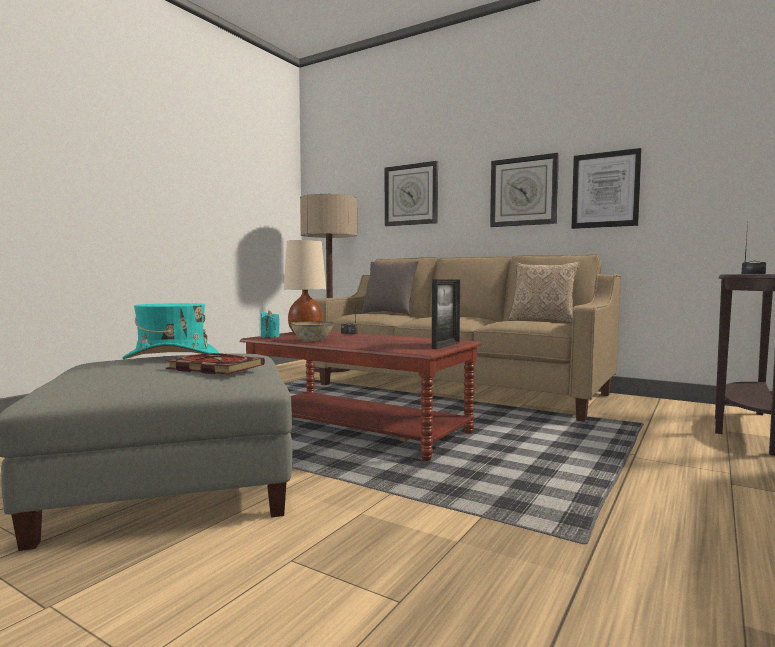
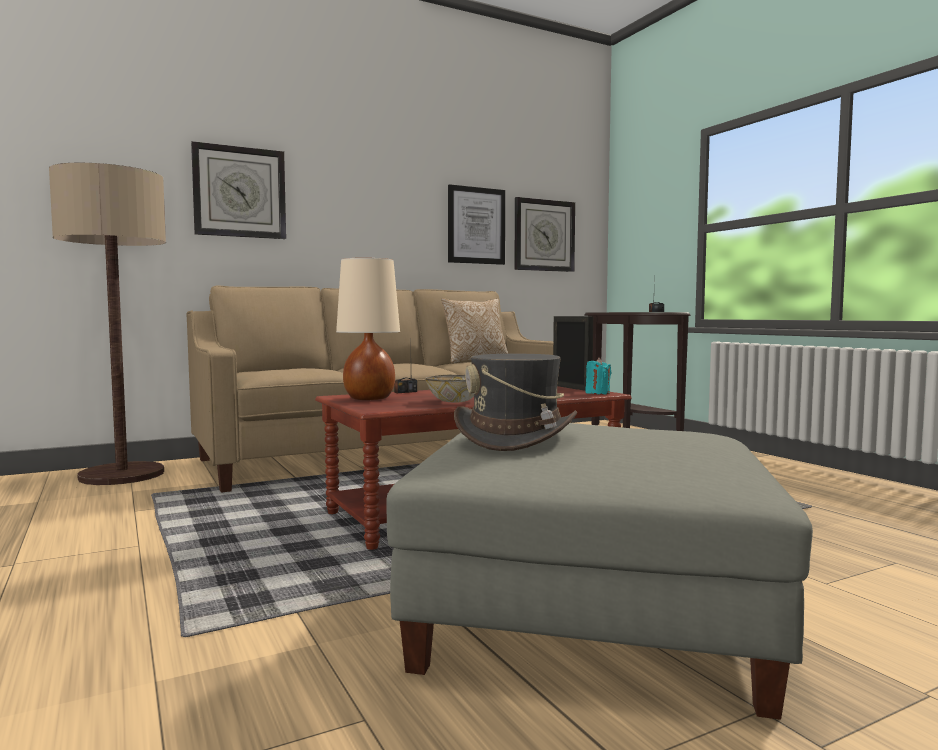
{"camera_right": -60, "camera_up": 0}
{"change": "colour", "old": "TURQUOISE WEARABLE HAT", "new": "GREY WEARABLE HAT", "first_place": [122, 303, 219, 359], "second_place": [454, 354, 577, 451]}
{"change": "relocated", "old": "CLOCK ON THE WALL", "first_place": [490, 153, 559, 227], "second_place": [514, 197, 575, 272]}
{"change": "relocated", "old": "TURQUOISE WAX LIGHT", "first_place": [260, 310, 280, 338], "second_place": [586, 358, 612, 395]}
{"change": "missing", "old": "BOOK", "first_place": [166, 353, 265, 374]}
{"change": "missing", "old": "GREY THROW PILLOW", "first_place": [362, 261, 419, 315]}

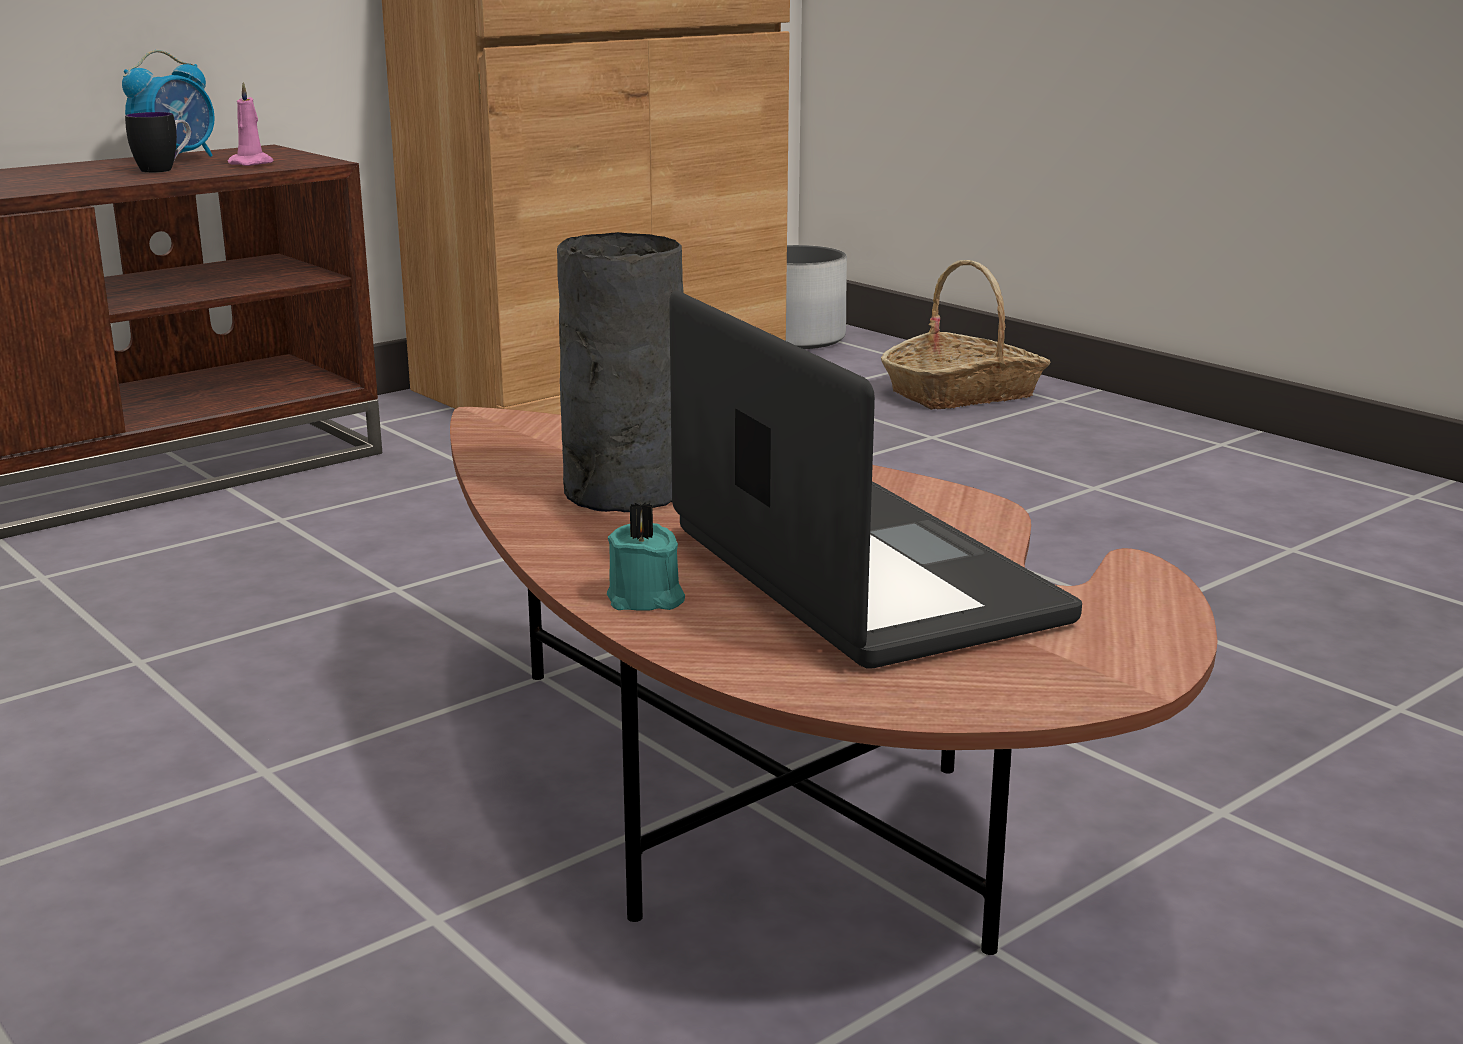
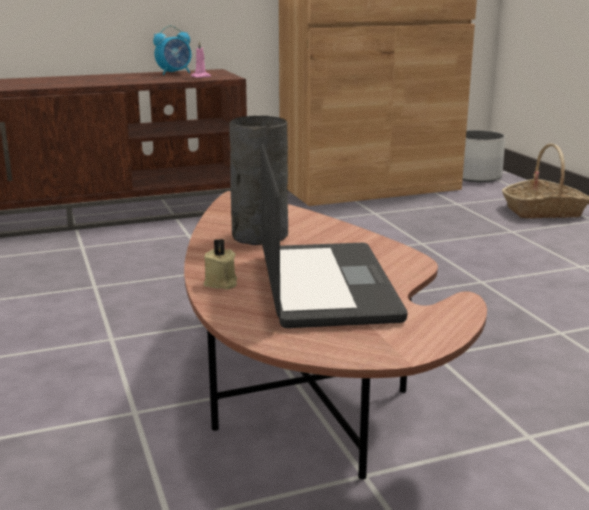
{"camera_right": 20, "camera_up": 0}
{"change": "colour", "old": "TURQUOISE WAX LIGHT", "new": "BEIGE WAX LIGHT", "first_place": [607, 502, 685, 611], "second_place": [204, 239, 237, 289]}
{"change": "missing", "old": "COFFEE MUG", "first_place": [125, 112, 191, 173]}

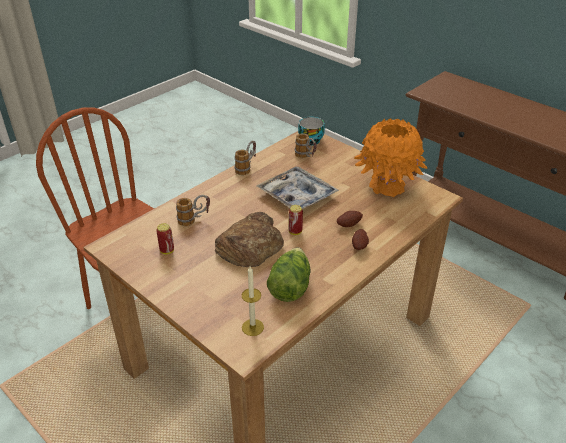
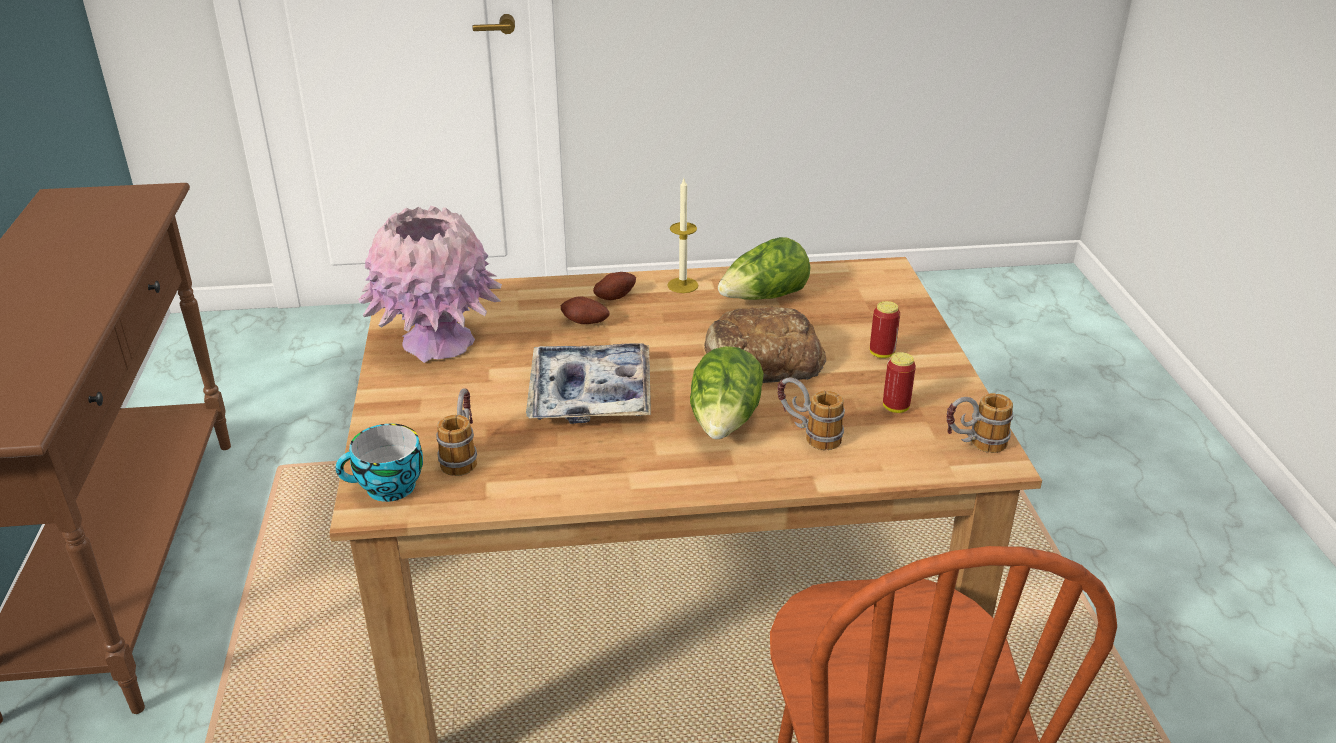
{"camera_right": -140, "camera_up": -5}
{"change": "colour", "old": "ORANGEY VASE", "new": "PINKISH VASE", "first_place": [354, 118, 427, 197], "second_place": [358, 206, 502, 363]}
{"change": "relocated", "old": "WAX LIGHT", "first_place": [242, 266, 264, 336], "second_place": [667, 179, 699, 293]}
{"change": "appeared", "new": "HEAD OF LETTUCE", "second_place": [690, 346, 764, 439]}
{"change": "relocated", "old": "SEALED CAN", "first_place": [289, 205, 303, 235], "second_place": [870, 301, 900, 358]}
{"change": "relocated", "old": "COFFEE MUG", "first_place": [234, 141, 256, 175], "second_place": [946, 393, 1013, 453]}

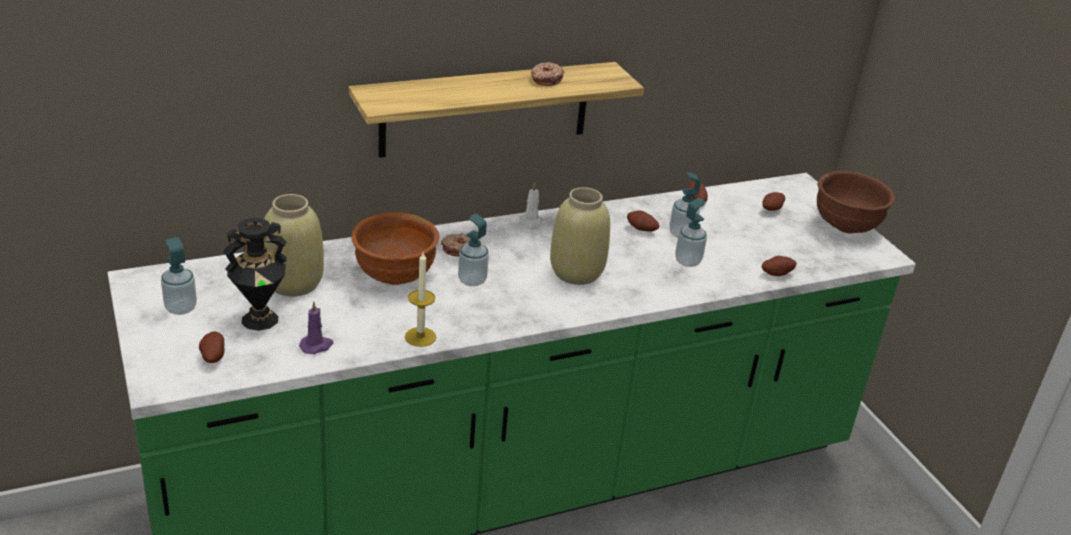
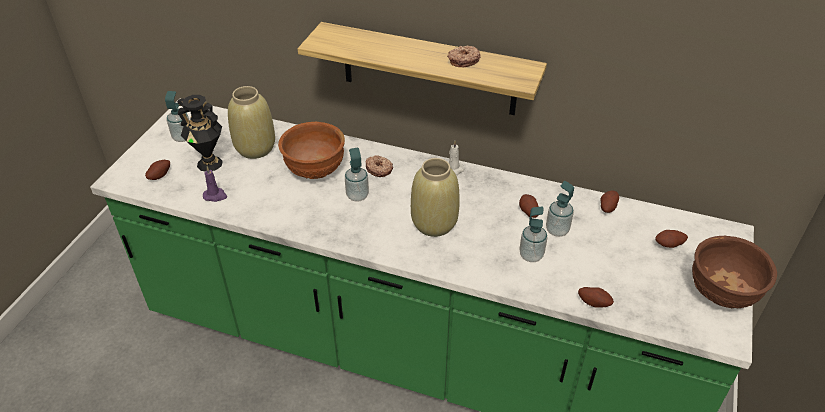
{"camera_right": 45, "camera_up": 10}
{"change": "missing", "old": "WAX LIGHT", "first_place": [405, 252, 436, 347]}

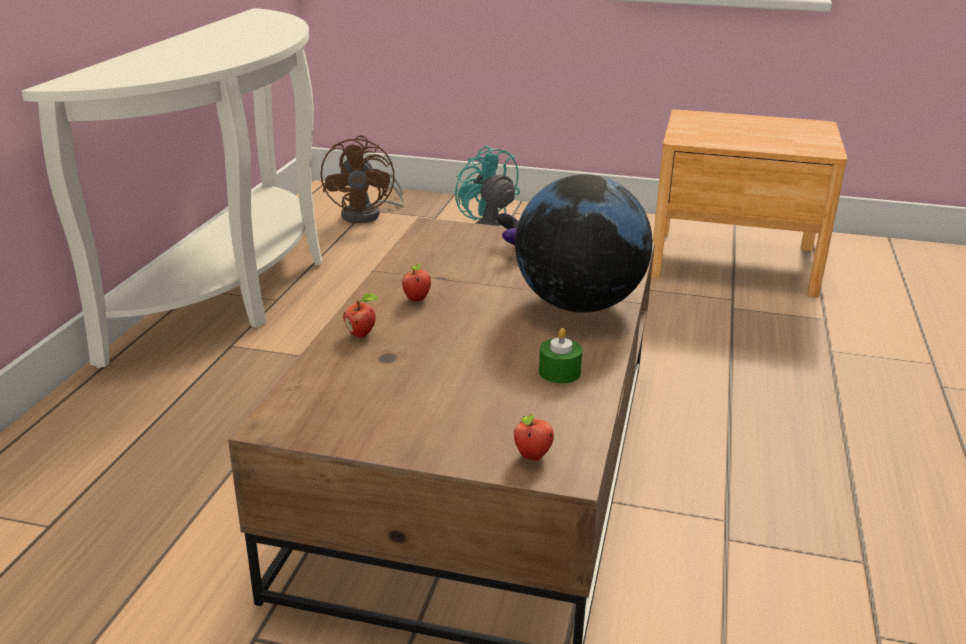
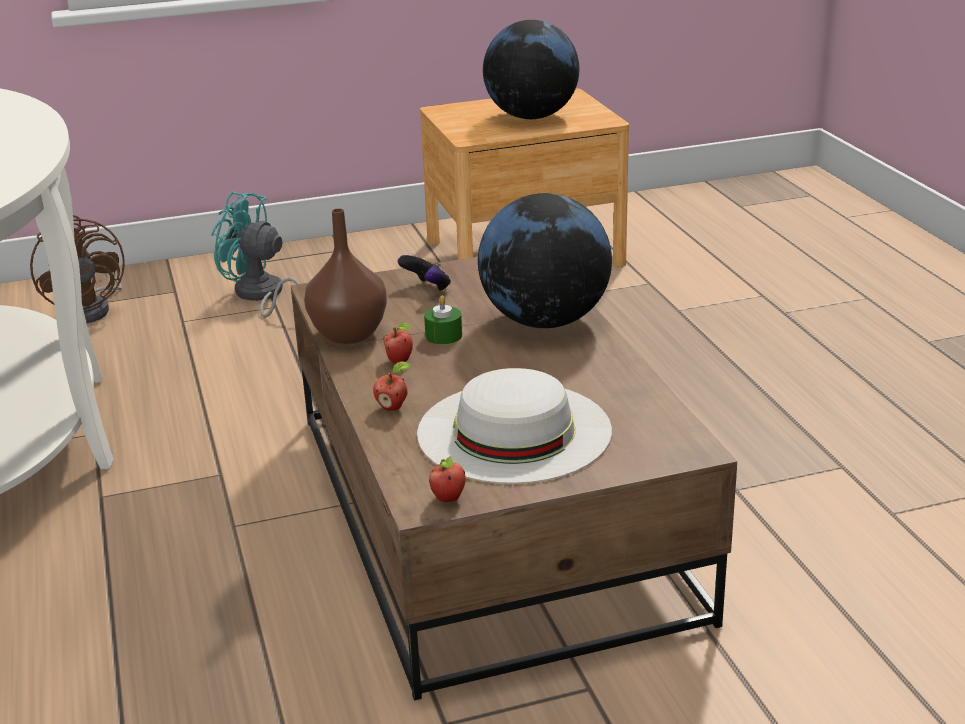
{"camera_right": -30, "camera_up": 0}
{"change": "appeared", "new": "BROWN VASE", "second_place": [304, 208, 387, 344]}
{"change": "appeared", "new": "WHITISH WEARABLE HAT", "second_place": [417, 368, 612, 484]}
{"change": "relocated", "old": "GREENISH WAX LIGHT", "first_place": [539, 328, 582, 384], "second_place": [424, 296, 462, 345]}
{"change": "relocated", "old": "APPLE FRUIT", "first_place": [514, 414, 554, 461], "second_place": [429, 457, 466, 502]}
{"change": "appeared", "new": "WORLD GLOBE", "second_place": [483, 20, 579, 119]}

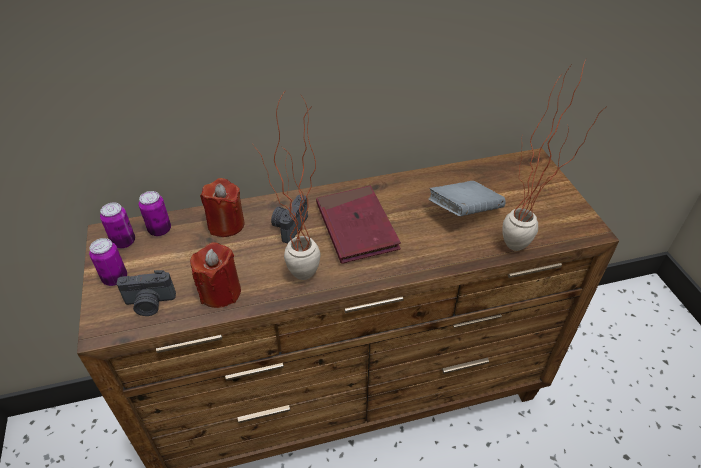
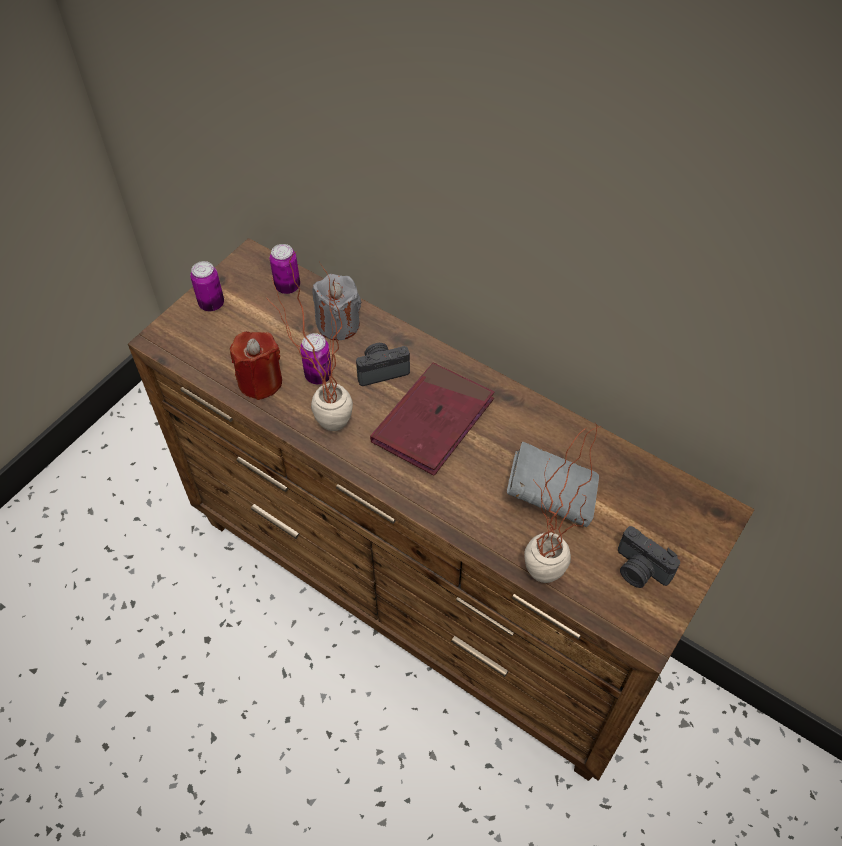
{"camera_right": 50, "camera_up": 10}
{"change": "relocated", "old": "SEALED CAN", "first_place": [100, 202, 135, 248], "second_place": [300, 333, 331, 384]}
{"change": "colour", "old": "RED WAX LIGHT", "new": "GREY WAX LIGHT", "first_place": [200, 178, 245, 237], "second_place": [313, 274, 361, 340]}
{"change": "relocated", "old": "PHOTO CAMERA", "first_place": [117, 270, 176, 316], "second_place": [618, 526, 680, 588]}

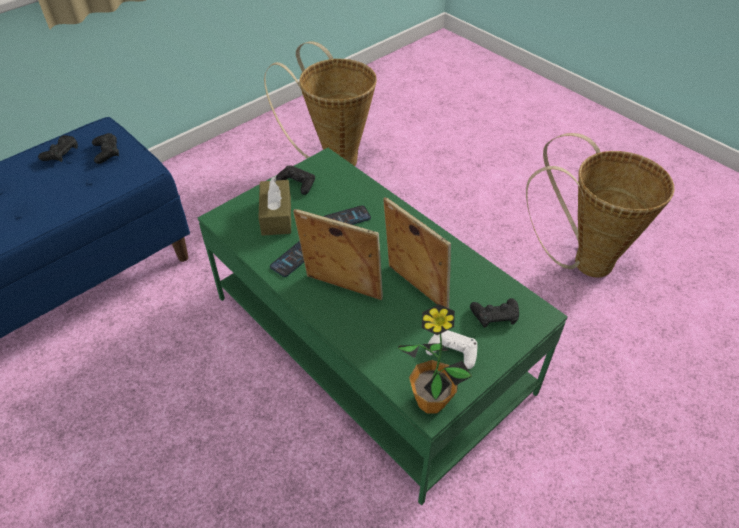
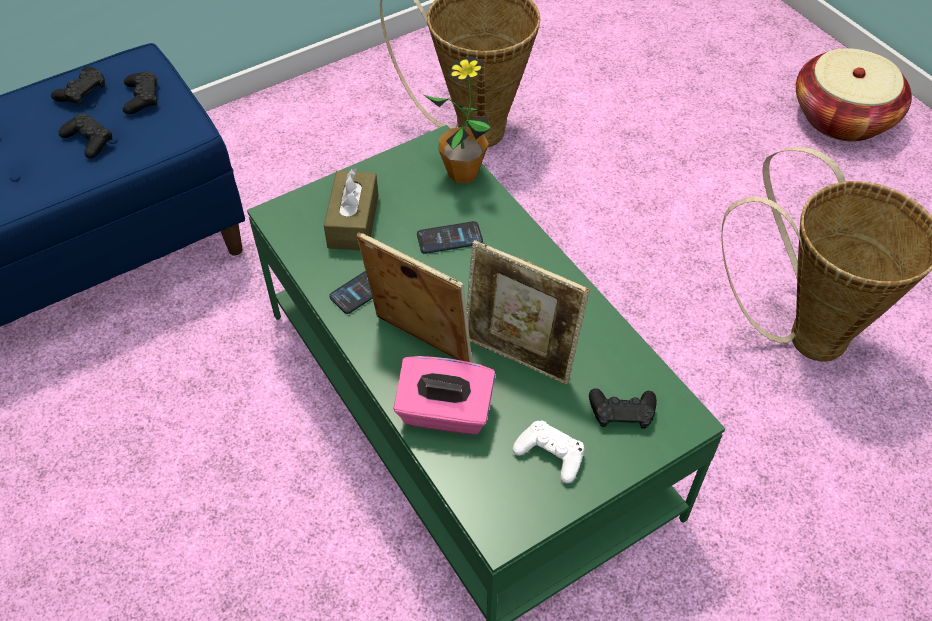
{"camera_right": 10, "camera_up": 5}
{"change": "relocated", "old": "BLACK JOYPAD", "first_place": [276, 165, 315, 195], "second_place": [58, 114, 112, 159]}
{"change": "appeared", "new": "PINKISH TISSUE BOX", "second_place": [393, 356, 495, 435]}
{"change": "relocated", "old": "POTTED PLANT", "first_place": [398, 304, 472, 413], "second_place": [424, 56, 491, 184]}
{"change": "spun", "old": "PICTURE FRAME", "first_place": [383, 197, 451, 308], "second_place": [467, 240, 590, 385], "degrees": 150}
{"change": "appeared", "new": "HOUSEHOLD BASKET", "second_place": [796, 48, 912, 141]}

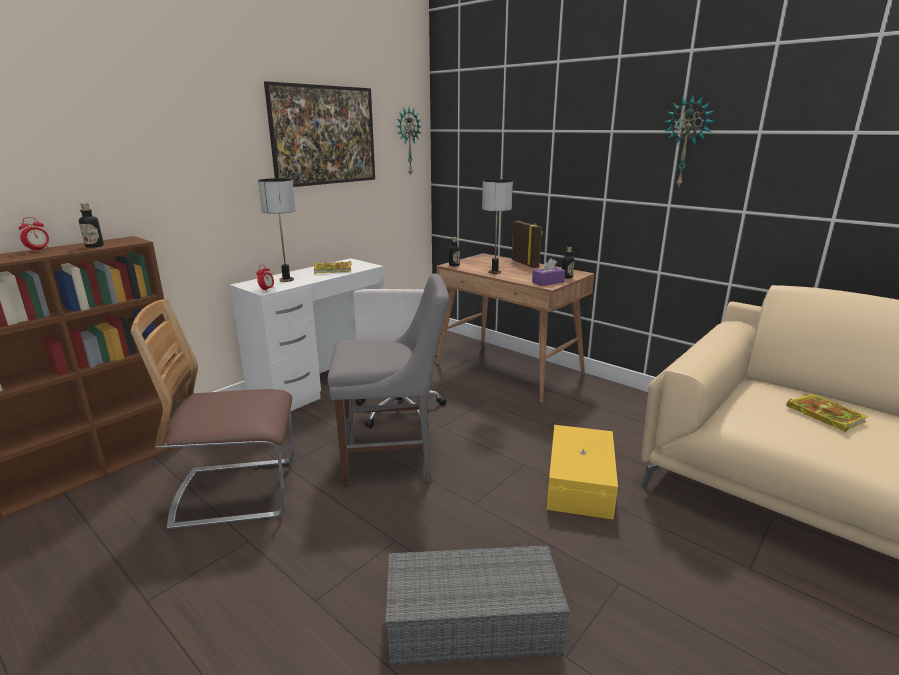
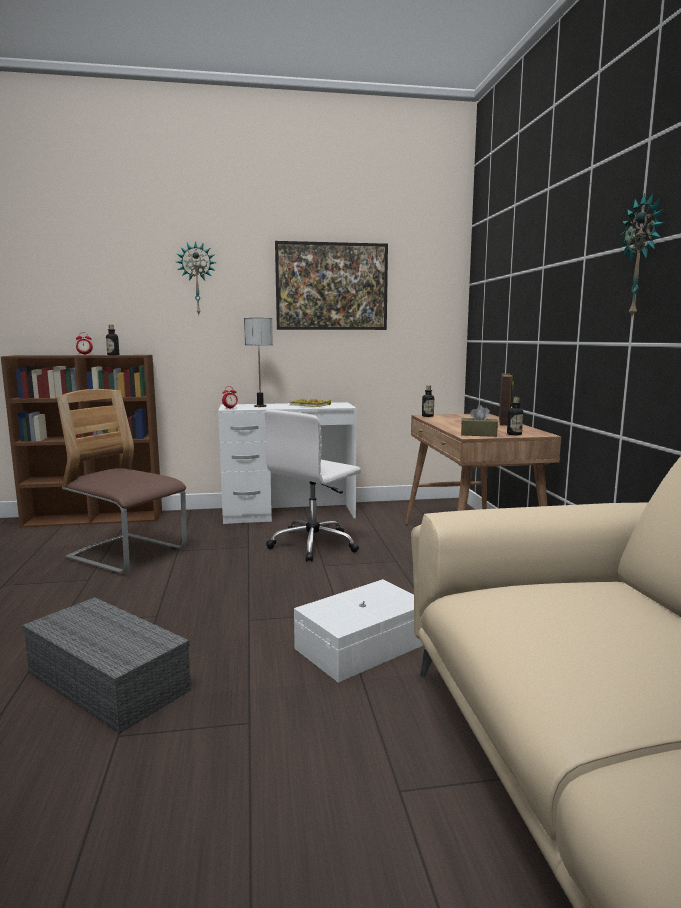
{"camera_right": 40, "camera_up": -10}
{"change": "relocated", "old": "CLOCK ON THE WALL", "first_place": [396, 108, 422, 176], "second_place": [177, 241, 216, 316]}
{"change": "colour", "old": "YELLOWISH STORAGE CONTAINER", "new": "WHITISH STORAGE CONTAINER", "first_place": [547, 425, 618, 519], "second_place": [294, 579, 423, 683]}
{"change": "colour", "old": "PURPLE-COLOURED TISSUE BOX", "new": "BROWN TISSUE BOX", "first_place": [532, 258, 565, 286], "second_place": [461, 405, 498, 437]}
{"change": "missing", "old": "GREY PLAIN CHAIR", "first_place": [327, 273, 449, 487]}
{"change": "missing", "old": "TABLE LAMP", "first_place": [482, 179, 513, 274]}
{"change": "missing", "old": "BOOK", "first_place": [786, 394, 868, 433]}

